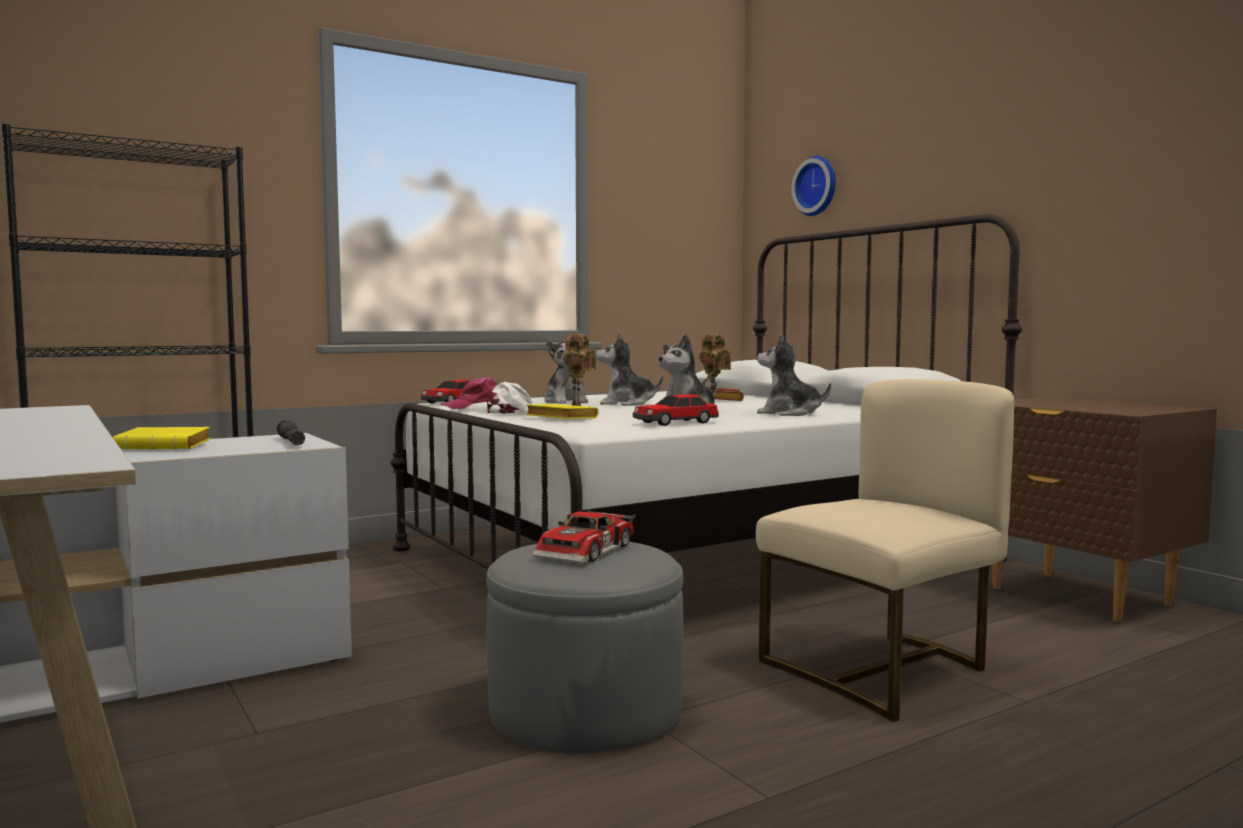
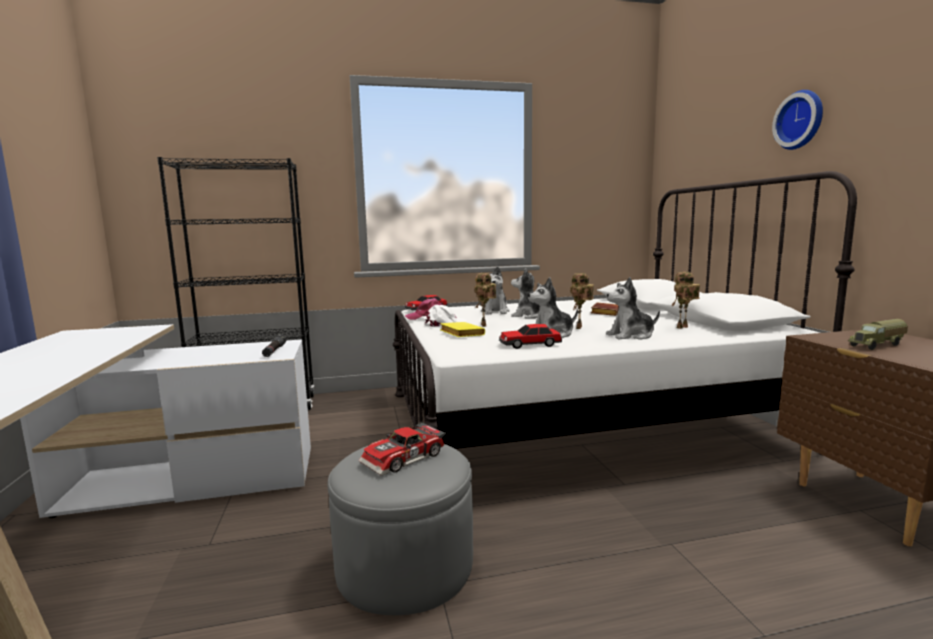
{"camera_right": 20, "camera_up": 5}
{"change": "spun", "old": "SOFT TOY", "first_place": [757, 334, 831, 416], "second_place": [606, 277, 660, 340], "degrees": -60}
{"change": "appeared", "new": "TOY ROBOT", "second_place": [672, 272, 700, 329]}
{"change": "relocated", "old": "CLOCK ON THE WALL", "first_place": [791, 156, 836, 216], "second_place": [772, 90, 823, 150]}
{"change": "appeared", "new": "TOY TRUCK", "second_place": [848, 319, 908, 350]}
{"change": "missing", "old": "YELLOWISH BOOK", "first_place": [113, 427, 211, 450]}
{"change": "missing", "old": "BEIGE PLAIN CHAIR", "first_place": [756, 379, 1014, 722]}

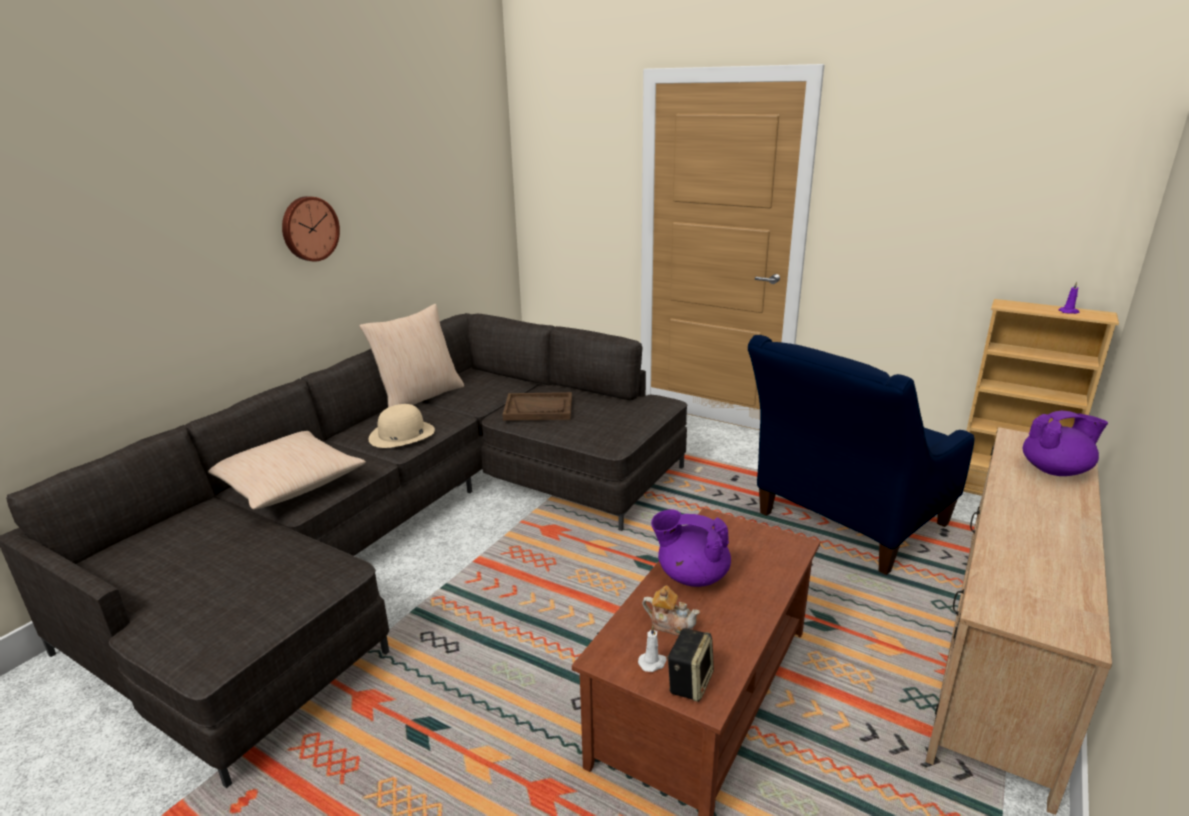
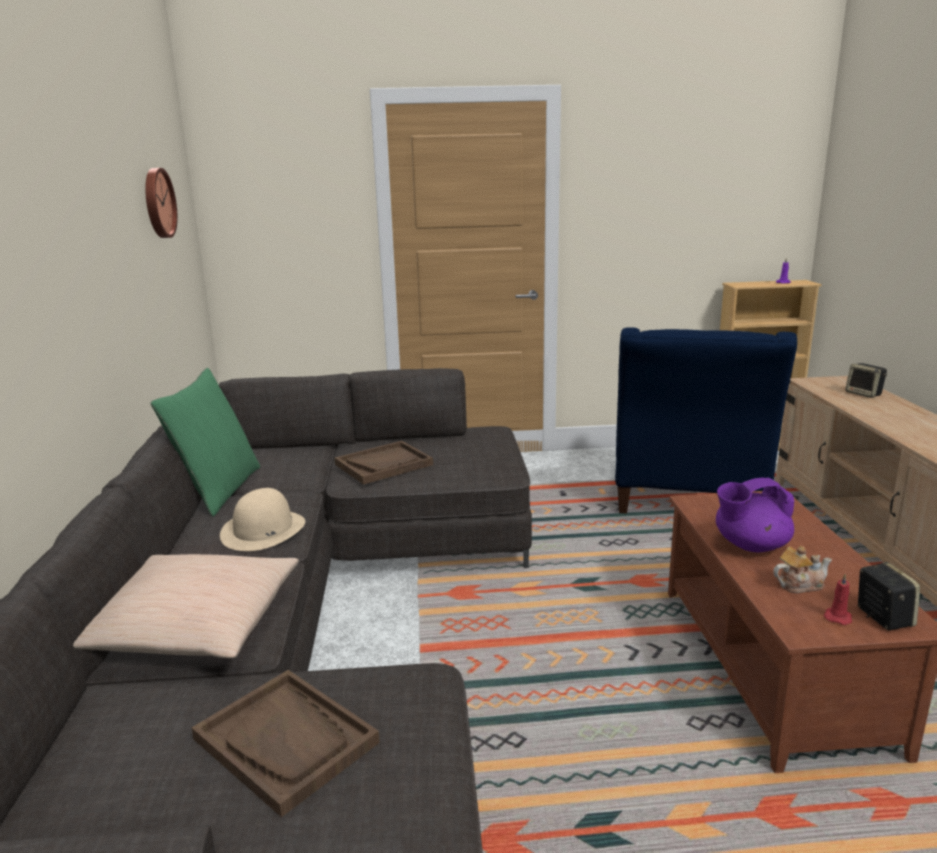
{"camera_right": -35, "camera_up": -5}
{"change": "relocated", "old": "CLOCK ON THE WALL", "first_place": [282, 196, 340, 262], "second_place": [145, 168, 177, 238]}
{"change": "colour", "old": "BEIGE THROW PILLOW", "new": "GREENISH THROW PILLOW", "first_place": [359, 304, 464, 407], "second_place": [150, 368, 260, 517]}
{"change": "appeared", "new": "BROWN CARRYING TRAY", "second_place": [192, 670, 380, 817]}
{"change": "colour", "old": "WHITISH WAX LIGHT", "new": "RED WAX LIGHT", "first_place": [638, 625, 667, 672], "second_place": [824, 574, 852, 625]}
{"change": "exchanged", "old": "PURPLE-COLOURED TEAPOT", "new": "LOUDSPEAKER", "first_place": [1023, 411, 1108, 476], "second_place": [845, 363, 887, 398]}

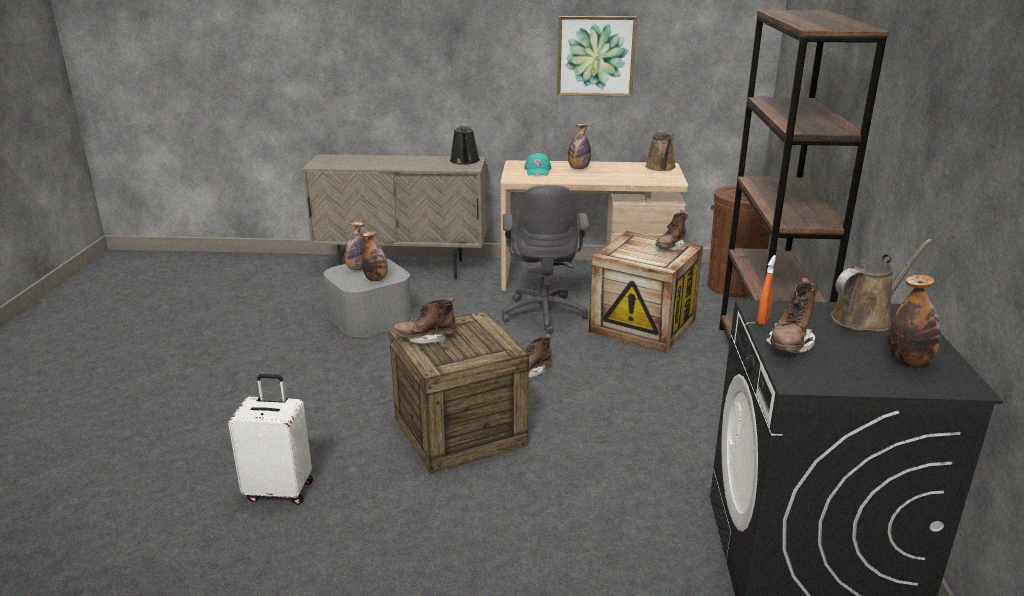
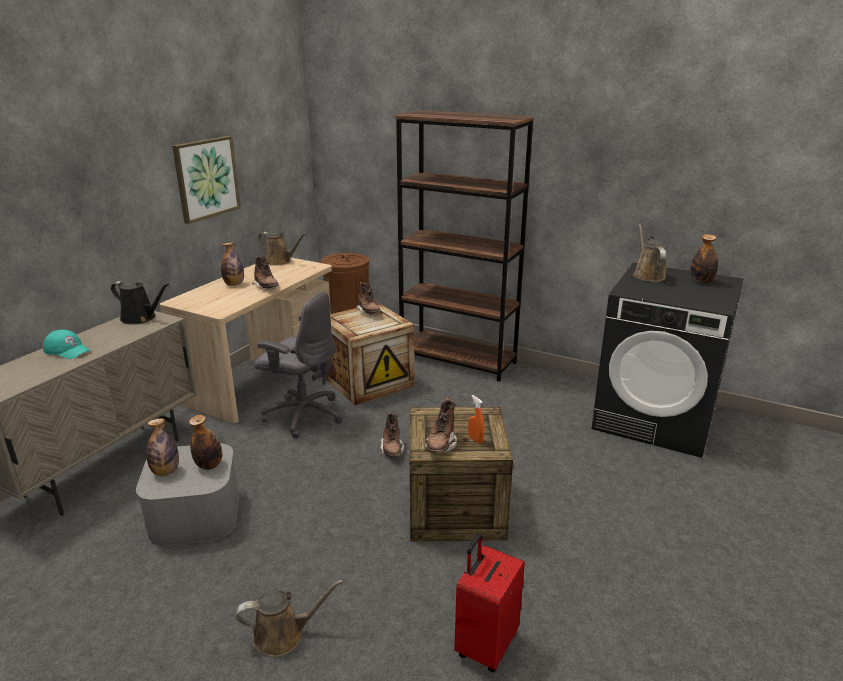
{"camera_right": -65, "camera_up": 0}
{"change": "relocated", "old": "TURQUOISE CAP", "first_place": [524, 153, 551, 176], "second_place": [43, 330, 91, 359]}
{"change": "appeared", "new": "BROWN WATERING CAN", "second_place": [236, 580, 343, 657]}
{"change": "relocated", "old": "BROWN TALL BOOT", "first_place": [766, 278, 819, 353], "second_place": [252, 256, 279, 290]}
{"change": "colour", "old": "WHITISH SUITCASE", "new": "RED SUITCASE", "first_place": [228, 374, 313, 505], "second_place": [454, 534, 525, 672]}
{"change": "relocated", "old": "ORANGEY HAND SPRAYER", "first_place": [757, 255, 776, 325], "second_place": [468, 395, 484, 444]}

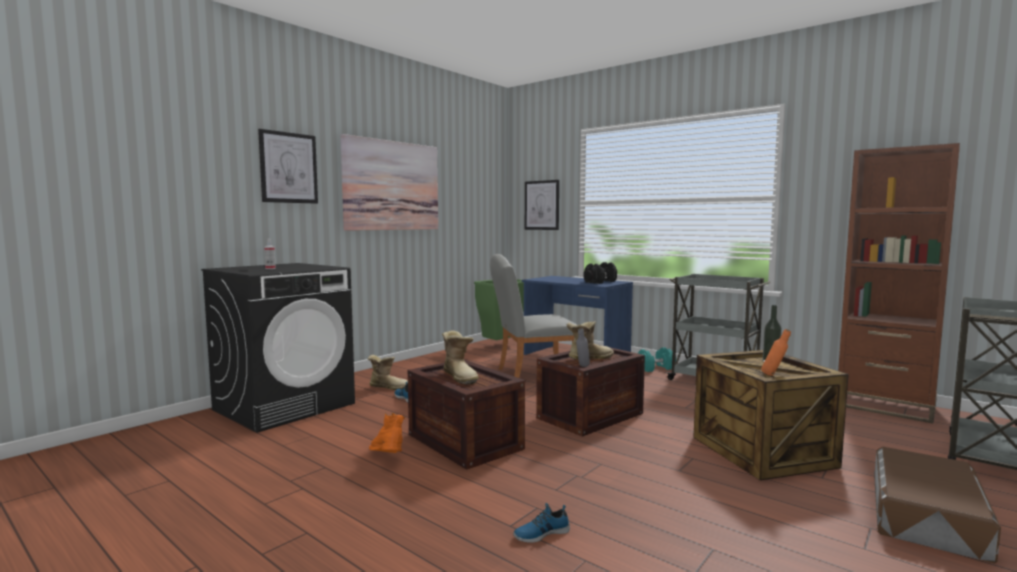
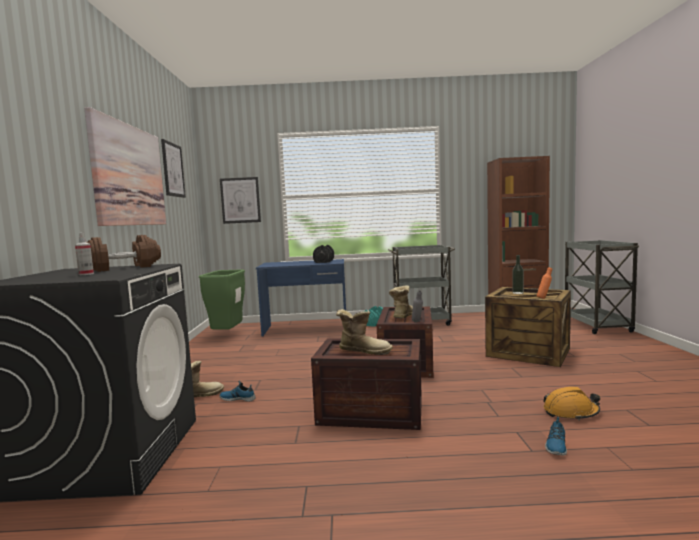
{"camera_right": -40, "camera_up": 0}
{"change": "appeared", "new": "BROWN FREE WEIGHT", "second_place": [86, 235, 161, 272]}
{"change": "relocated", "old": "WALL ART", "first_place": [258, 129, 318, 204], "second_place": [161, 139, 186, 198]}
{"change": "appeared", "new": "ORANGEY HARD HAT", "second_place": [543, 387, 600, 421]}
{"change": "missing", "old": "ORANGEY TALL BOOT", "first_place": [369, 413, 405, 453]}
{"change": "missing", "old": "GREY PLAIN CHAIR", "first_place": [489, 254, 577, 378]}
{"change": "missing", "old": "BROWN STORAGE CONTAINER", "first_place": [874, 447, 1001, 563]}

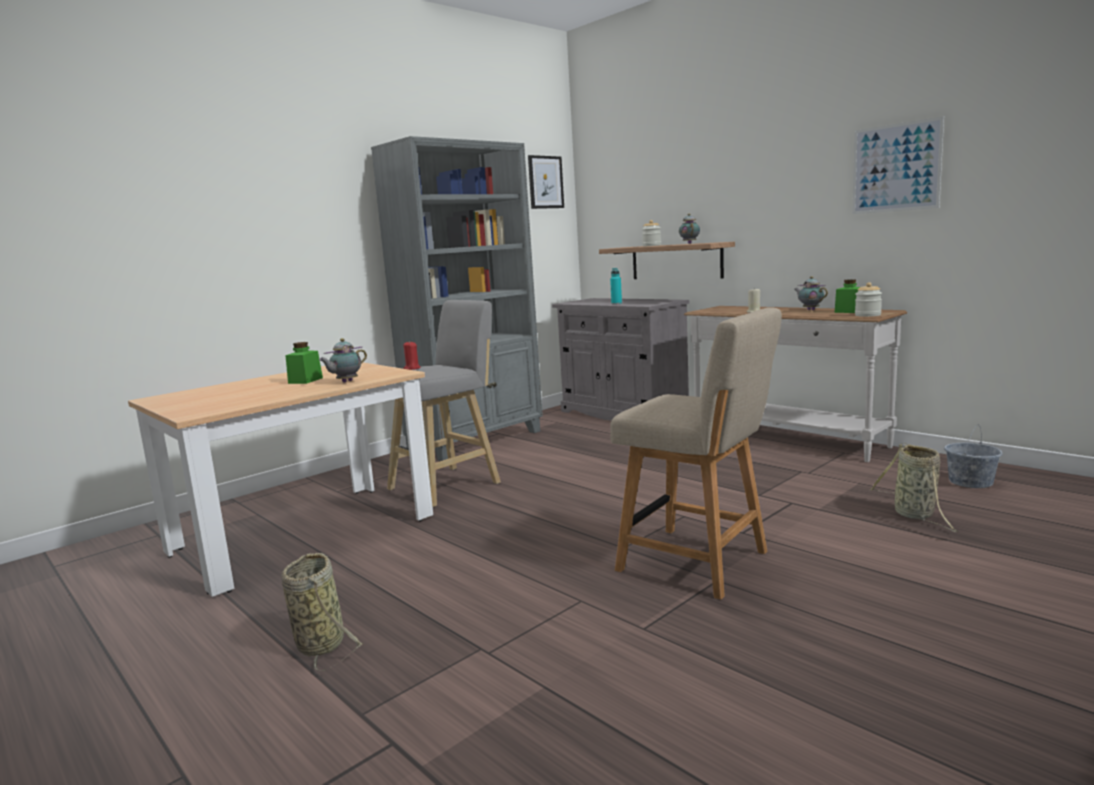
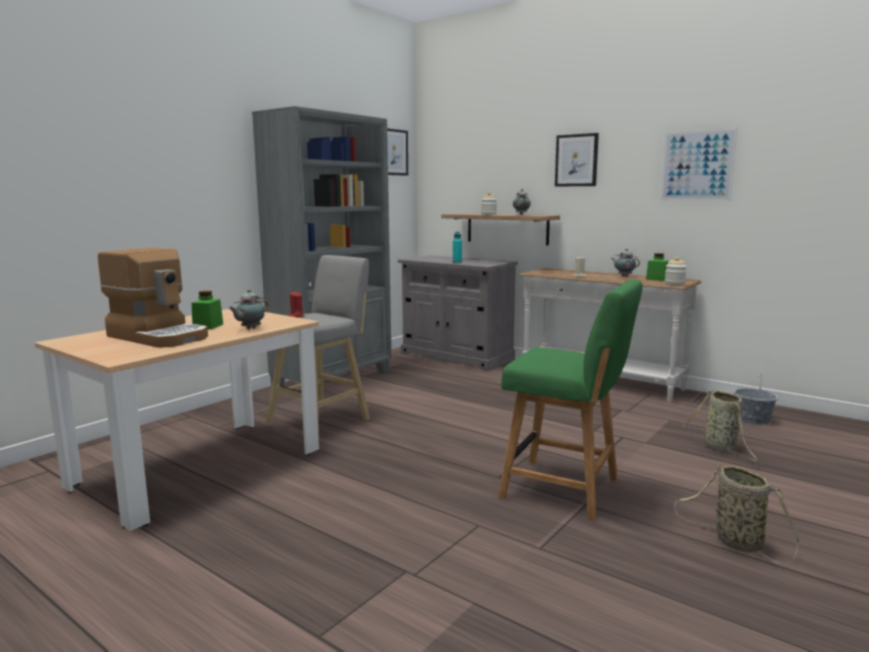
{"camera_right": -10, "camera_up": 0}
{"change": "appeared", "new": "COFFEE MACHINE", "second_place": [98, 248, 208, 348]}
{"change": "colour", "old": "BEIGE PLAIN CHAIR", "new": "GREENISH PLAIN CHAIR", "first_place": [610, 307, 782, 600], "second_place": [498, 279, 643, 521]}
{"change": "appeared", "new": "WALL ART", "second_place": [555, 133, 599, 187]}
{"change": "relocated", "old": "HOUSEHOLD BASKET", "first_place": [281, 553, 363, 671], "second_place": [674, 466, 800, 564]}

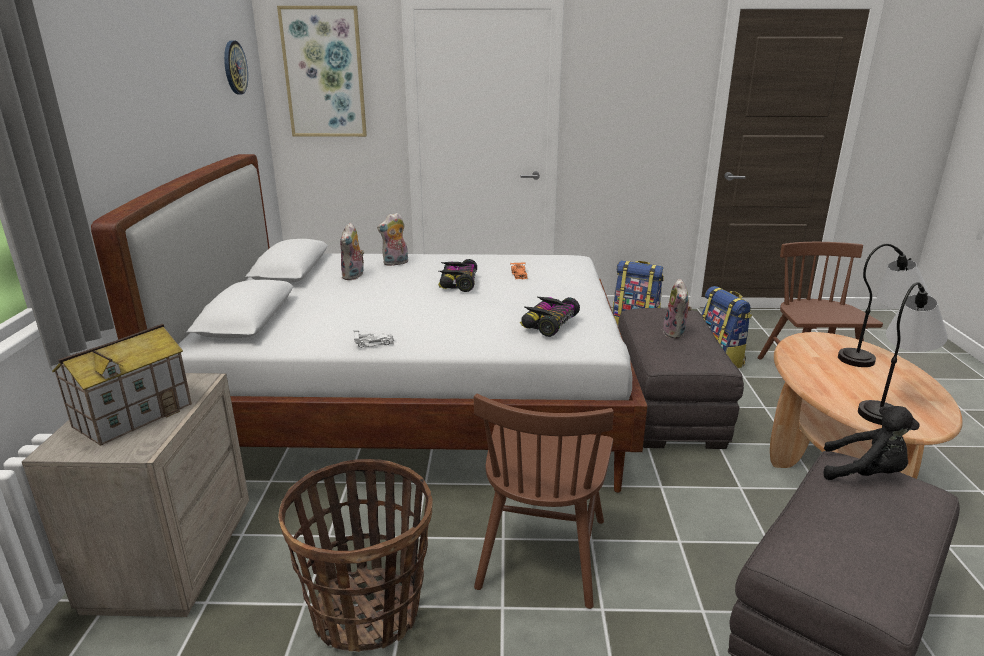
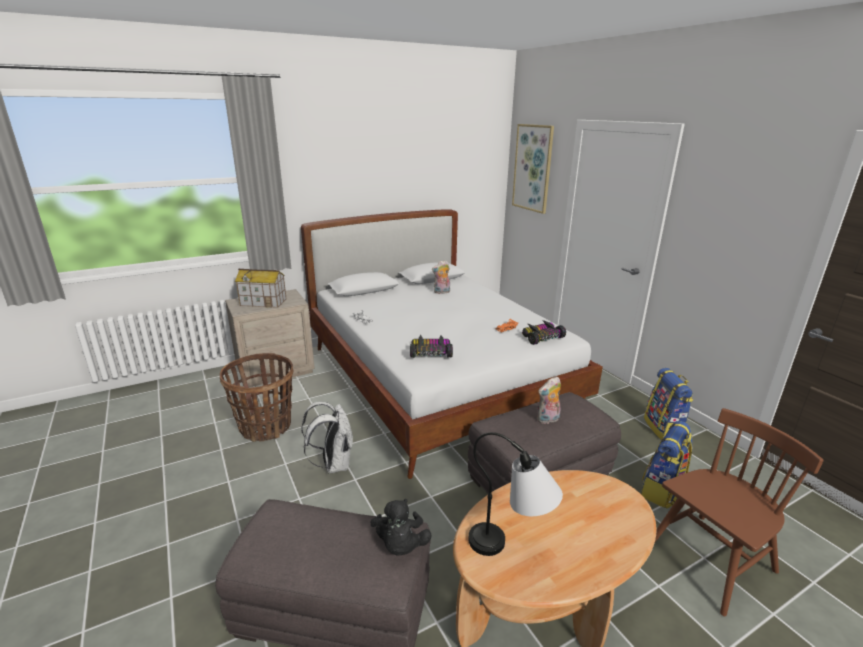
{"camera_right": 60, "camera_up": 0}
{"change": "exchanged", "old": "BROWN PLAIN CHAIR", "new": "WHITISH RUCKSACK", "first_place": [474, 394, 614, 609], "second_place": [301, 402, 353, 474]}
{"change": "relocated", "old": "TOY CAR", "first_place": [438, 259, 477, 292], "second_place": [522, 320, 566, 345]}
{"change": "missing", "old": "CLOCK ON THE WALL", "first_place": [224, 41, 248, 95]}
{"change": "missing", "old": "SOFT TOY", "first_place": [377, 213, 408, 266]}
{"change": "missing", "old": "TABLE LAMP", "first_place": [838, 244, 930, 367]}

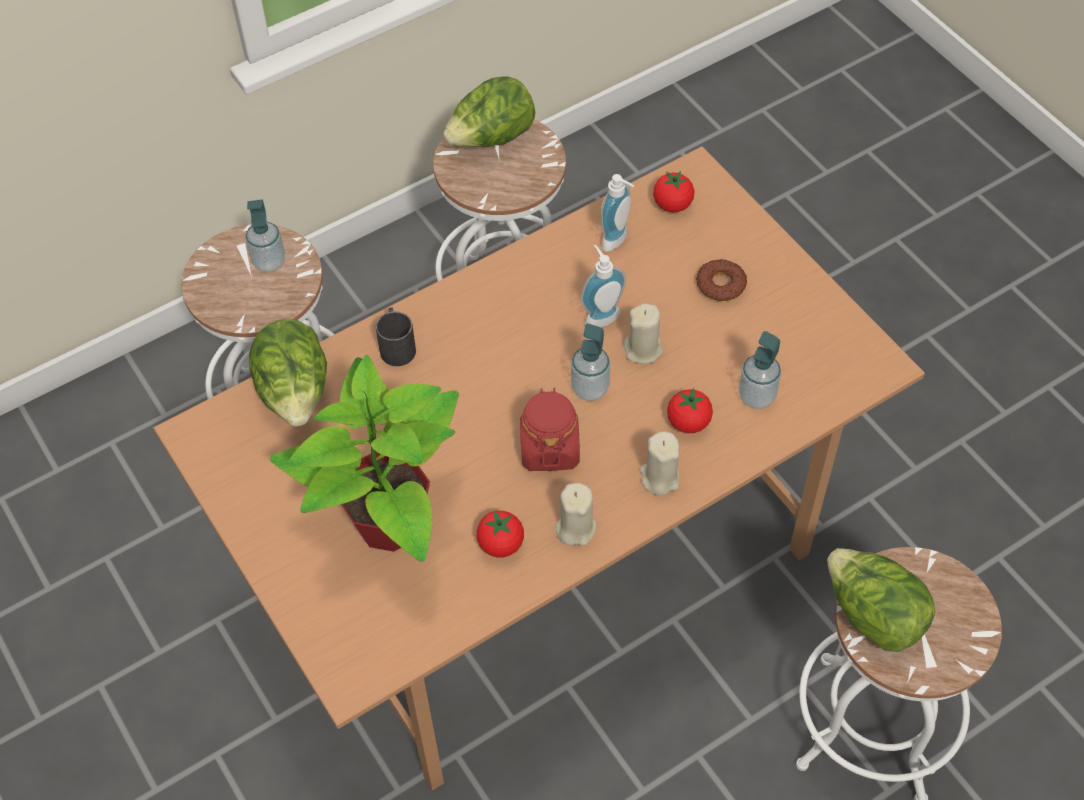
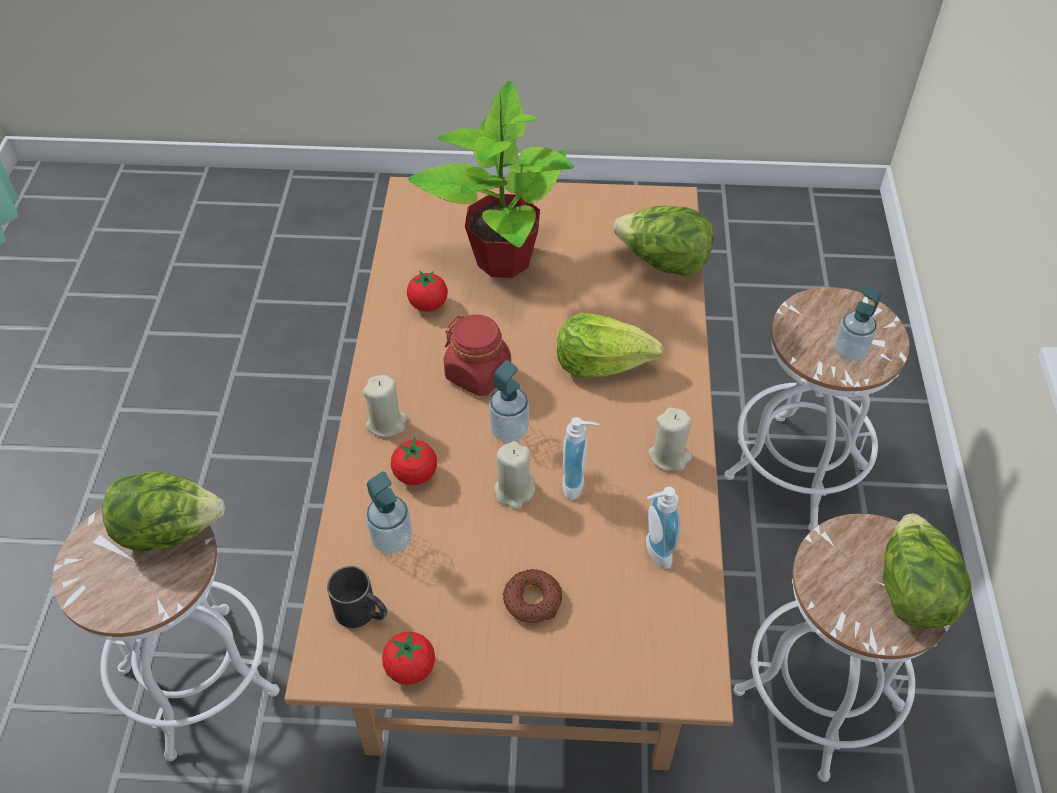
{"camera_right": 125, "camera_up": -5}
{"change": "relocated", "old": "BLACK COFFEE MUG", "first_place": [376, 307, 416, 366], "second_place": [327, 566, 387, 628]}
{"change": "relocated", "old": "FRESH TOMATO", "first_place": [653, 171, 694, 213], "second_place": [382, 632, 435, 685]}
{"change": "appeared", "new": "HEAD OF LETTUCE", "second_place": [557, 313, 663, 378]}
{"change": "relocated", "old": "BEIGE WAX LIGHT", "first_place": [556, 483, 596, 546], "second_place": [648, 408, 692, 471]}

